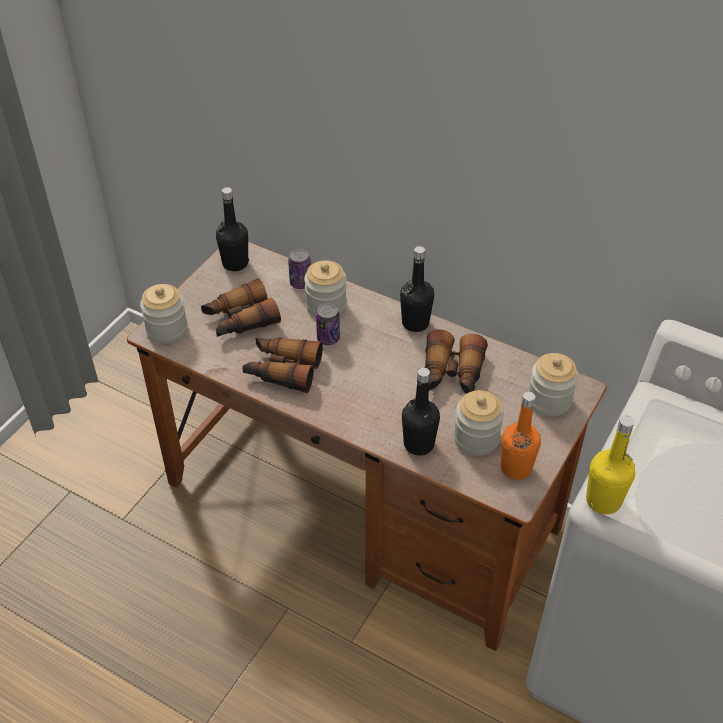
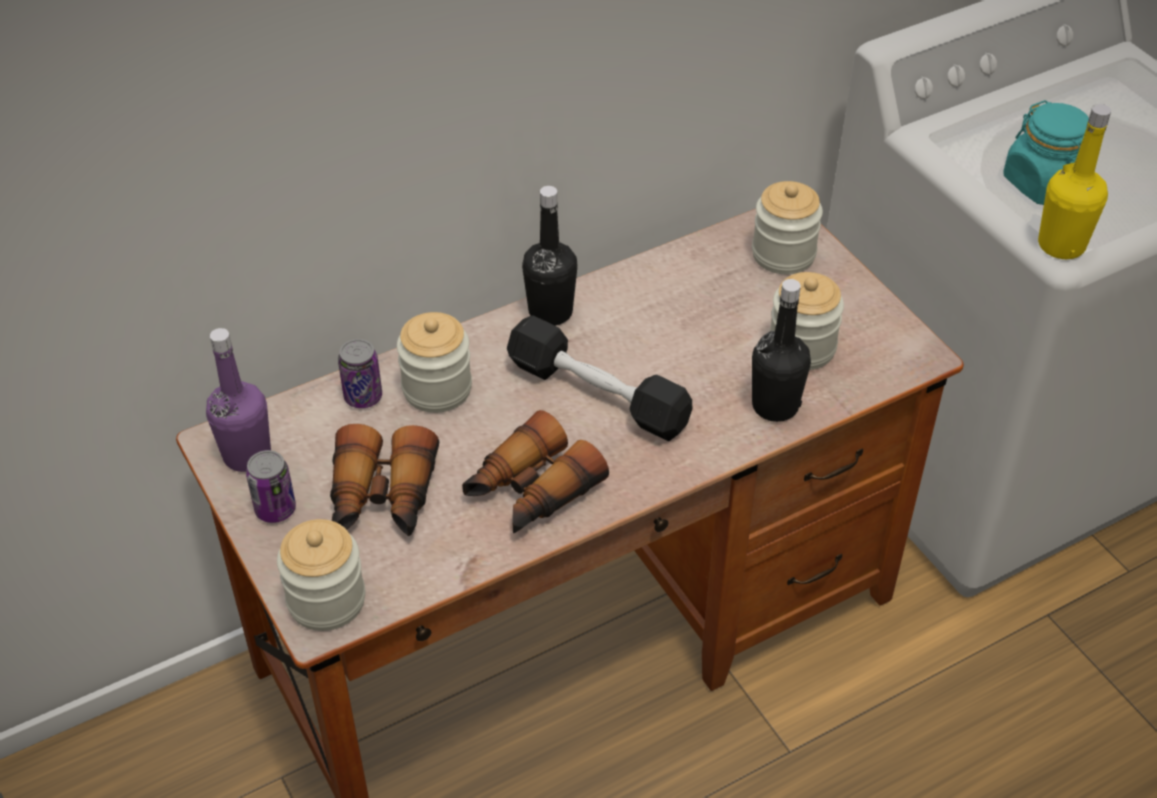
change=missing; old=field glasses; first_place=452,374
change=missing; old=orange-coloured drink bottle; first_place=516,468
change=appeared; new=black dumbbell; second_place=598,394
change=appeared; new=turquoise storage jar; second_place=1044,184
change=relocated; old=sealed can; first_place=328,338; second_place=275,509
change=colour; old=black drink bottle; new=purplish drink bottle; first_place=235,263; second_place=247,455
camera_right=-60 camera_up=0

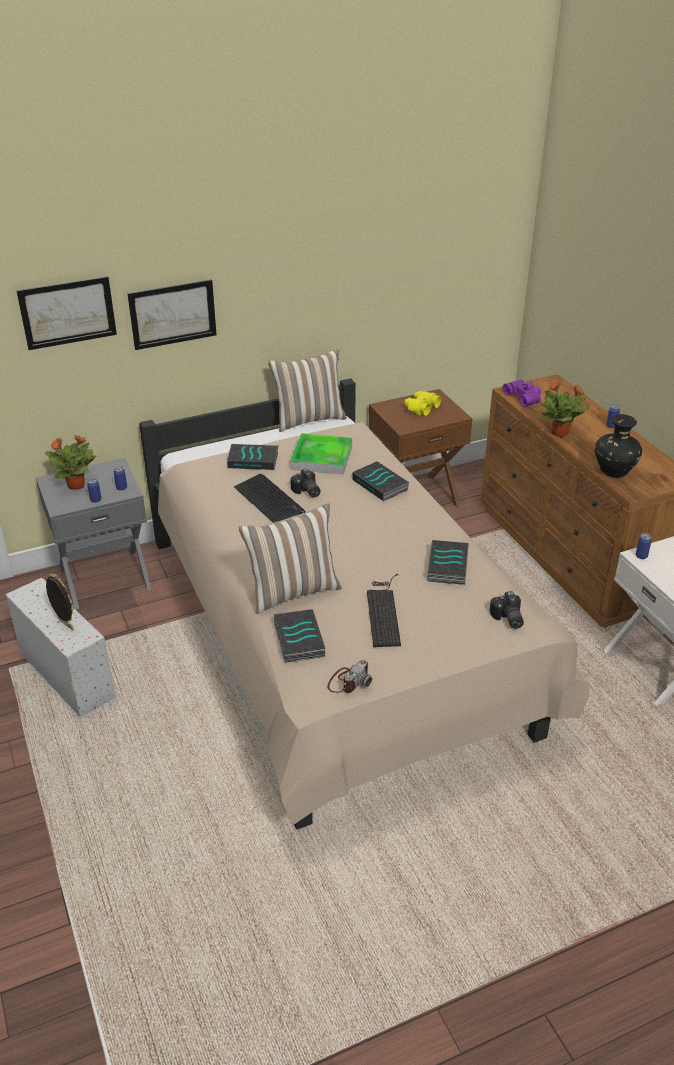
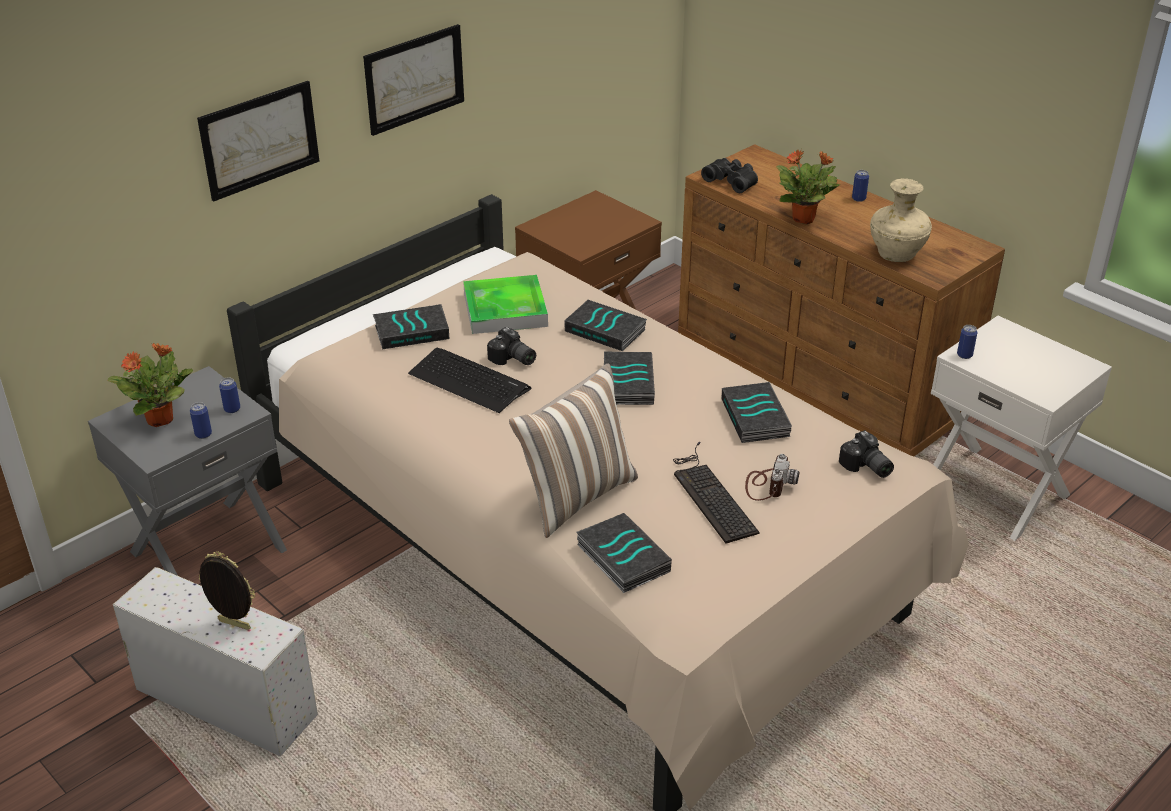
change=missing; old=cushion; first_place=308,419
change=missing; old=yellow field glasses; first_place=421,408
change=appeared; new=book; second_place=626,383
change=relocated; old=wall picture; first_place=67,312; second_place=414,79
change=relocated; old=still camera; first_place=348,681; second_place=767,485
change=colour; old=purplish field glasses; new=black field glasses; first_place=524,397; second_place=732,181
change=colour; old=black vase; new=sand-coloured vase; first_place=613,471; second_place=895,255
camera_right=-20 camera_up=0

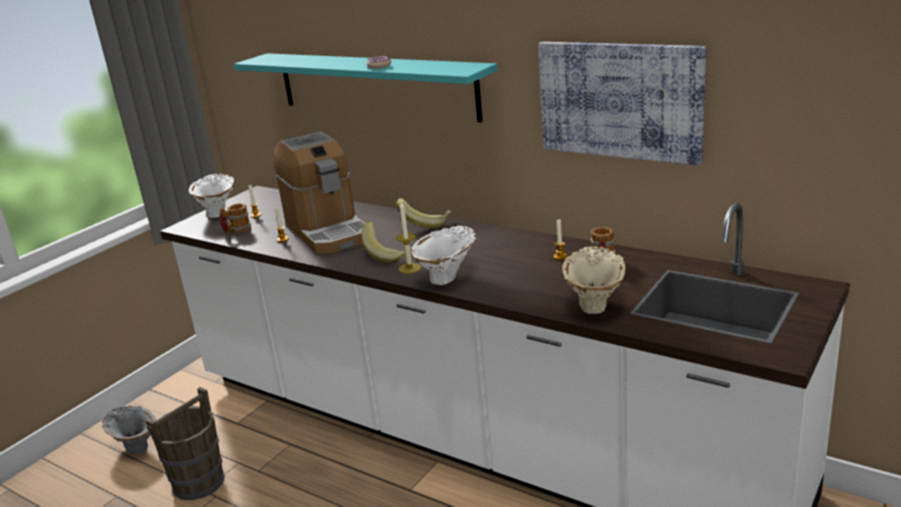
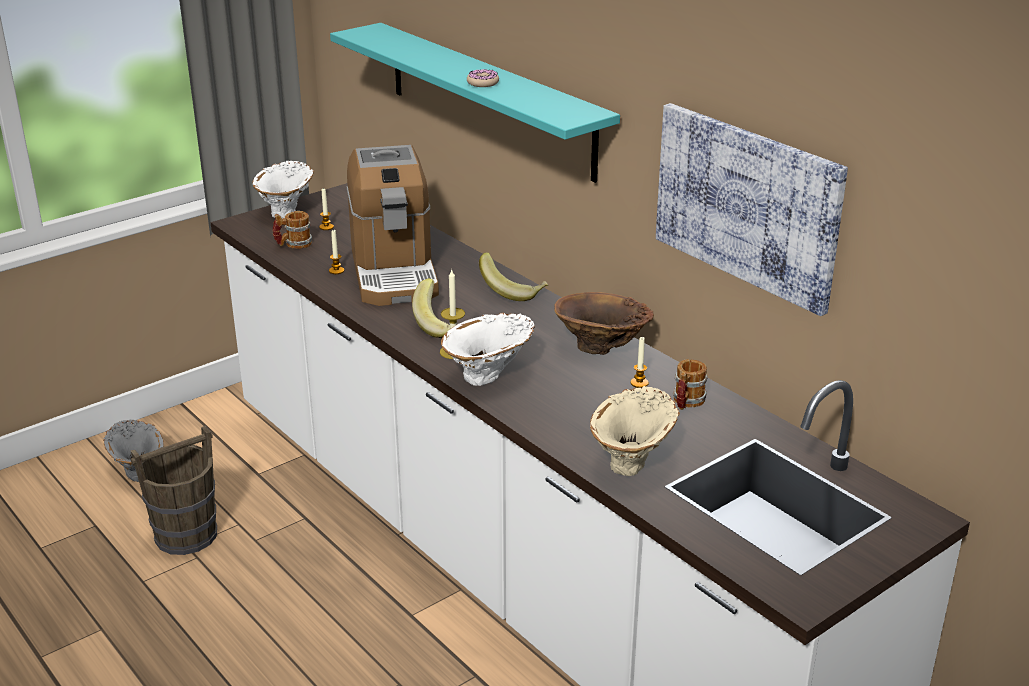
change=appeared; new=brown vase; second_place=601,350
camera_right=15 camera_up=5

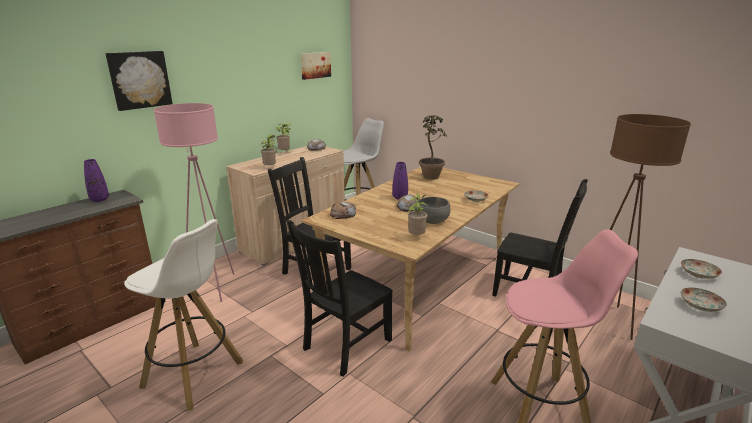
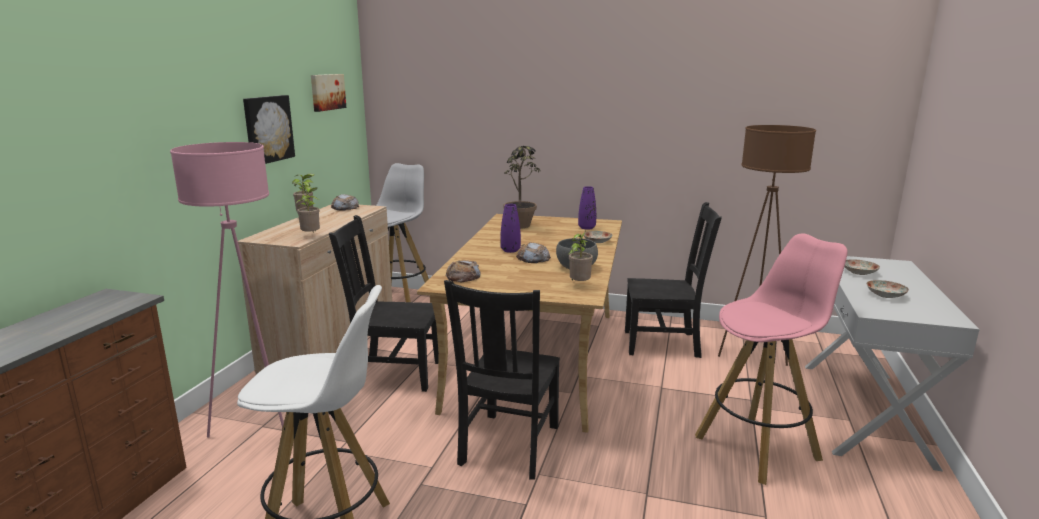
change=relocated; old=purplish vase; first_place=99,199; second_place=586,228
change=relocated; old=wall picture; first_place=139,80; second_place=267,129
camera_right=-25 camera_up=-5

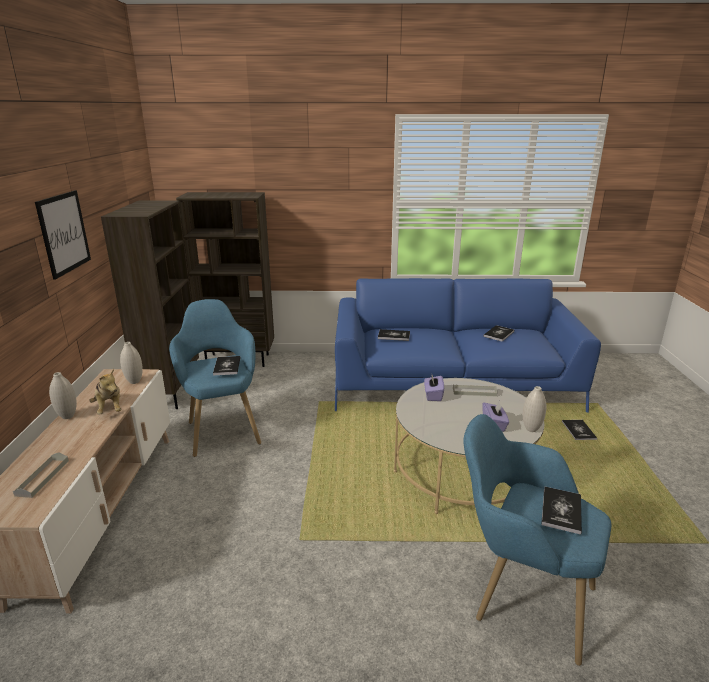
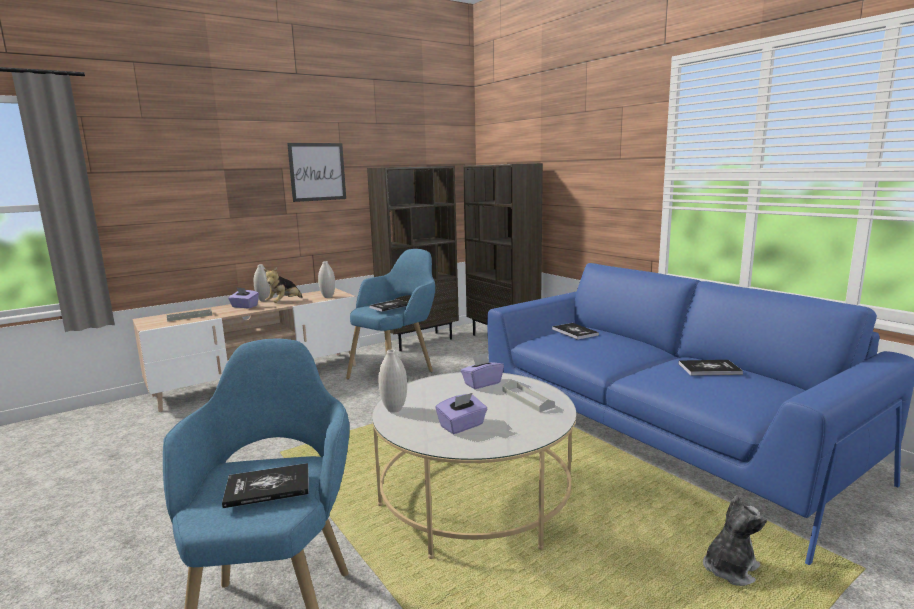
change=appeared; new=purplish tissue holder; second_place=244,306
change=relocated; old=white-coloured vase; first_place=531,429; second_place=394,409
change=exchanged; old=book; new=soft toy; first_place=578,431; second_place=729,569
camera_right=55 camera_up=-10

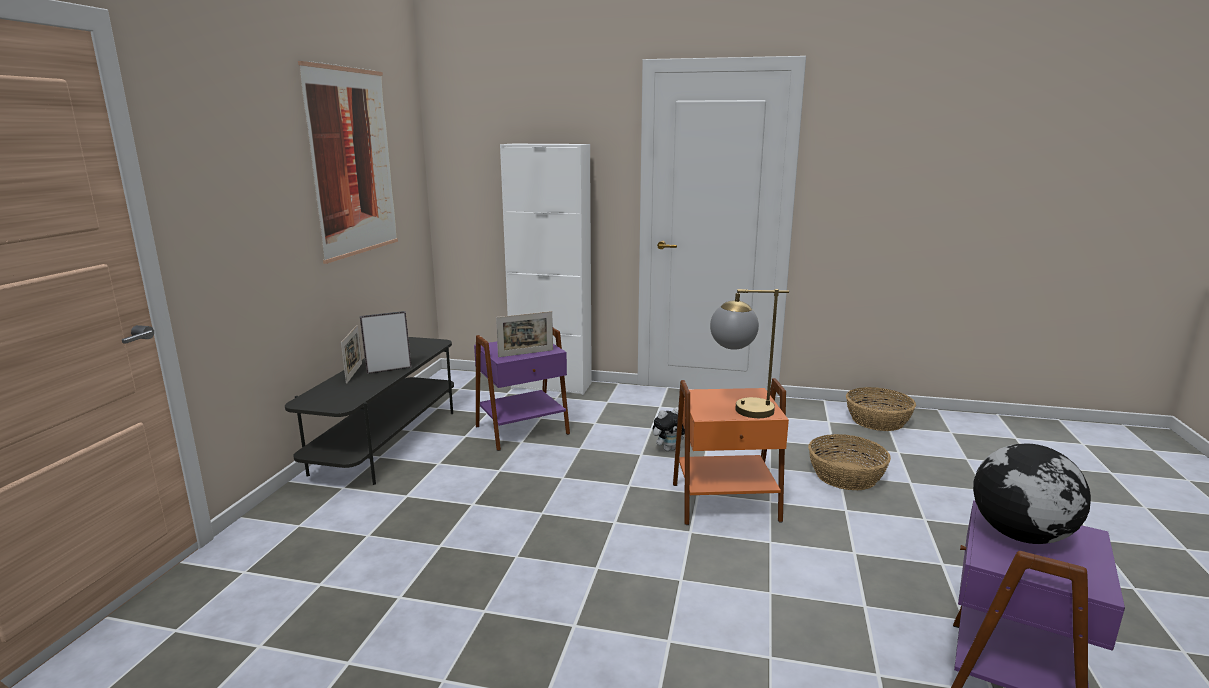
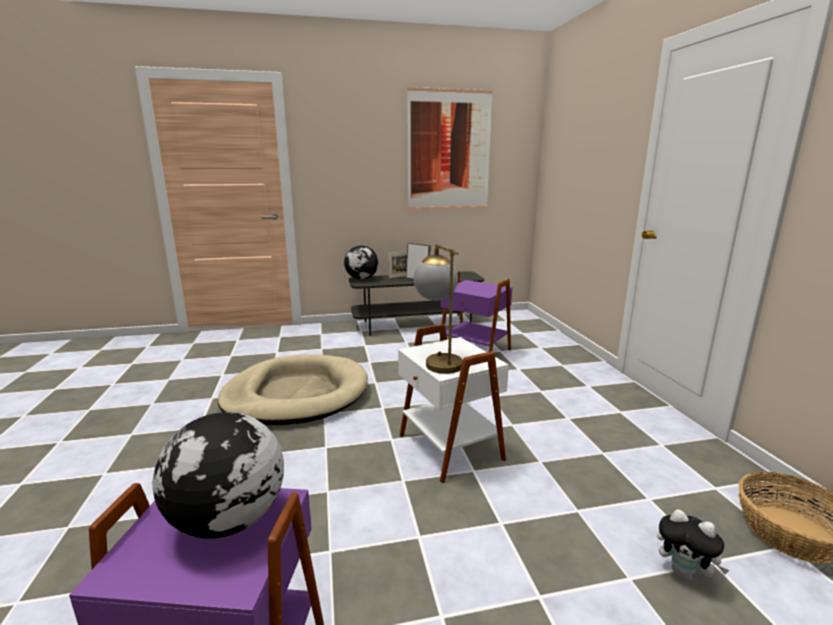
change=missing; old=photo frame; first_place=526,353
change=missing; old=white-coloured cupboard; first_place=551,385
change=missing; old=storage basket; first_place=846,476
change=appeared; new=sand-coloured dog bed; second_place=296,395
change=appeared; new=world globe; second_place=362,279
change=relocated; old=soft toy; first_place=669,449; second_place=684,573
change=colour; old=orange-coloured accent table; new=white-coloured accent table; first_place=726,503; second_place=448,448
camera_right=65 camera_up=0

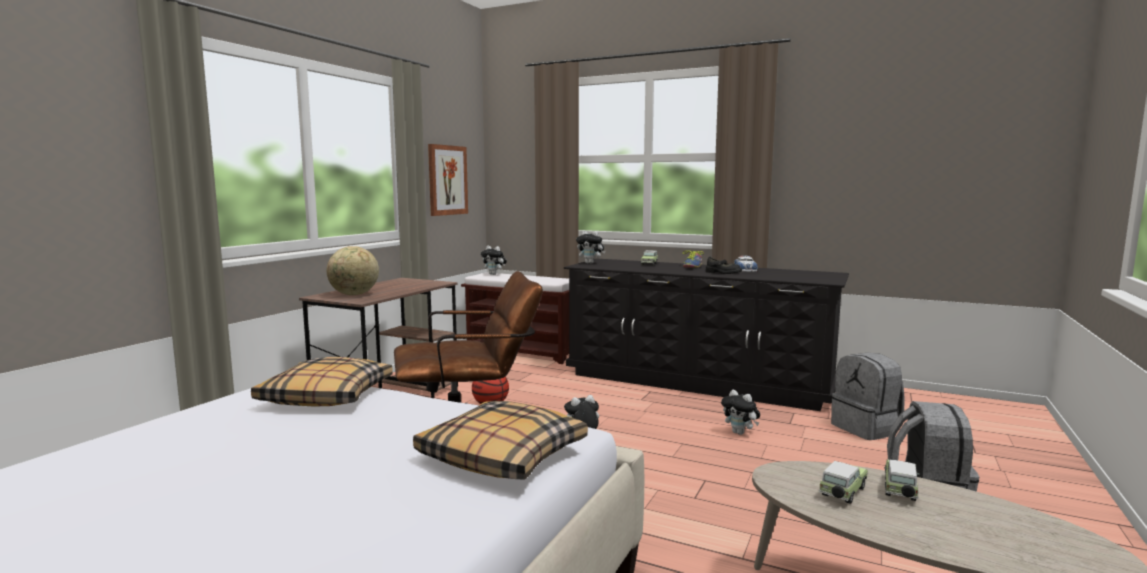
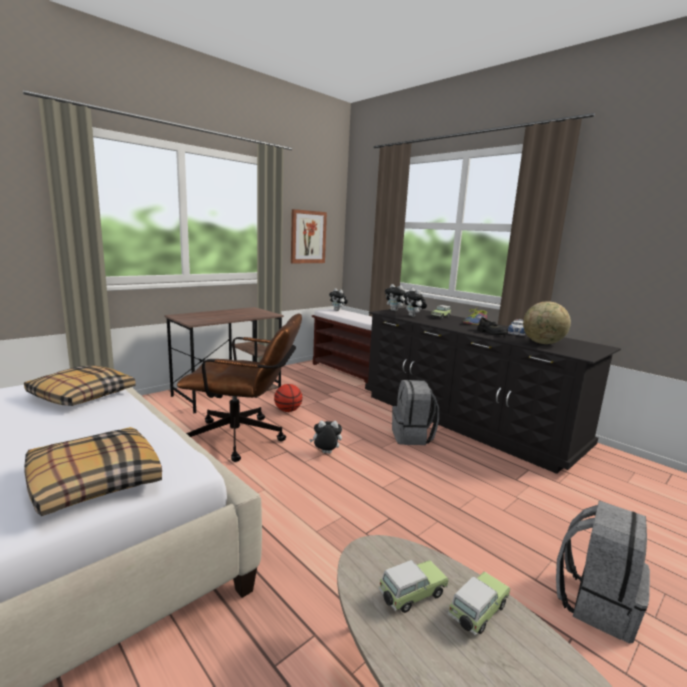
change=relocated; old=world globe; first_place=354,295; second_place=543,343
change=relocated; old=soft toy; first_place=740,433; second_place=413,316
change=relocated; old=gray backpack; first_place=866,429; second_place=412,436
camera_right=20 camera_up=5

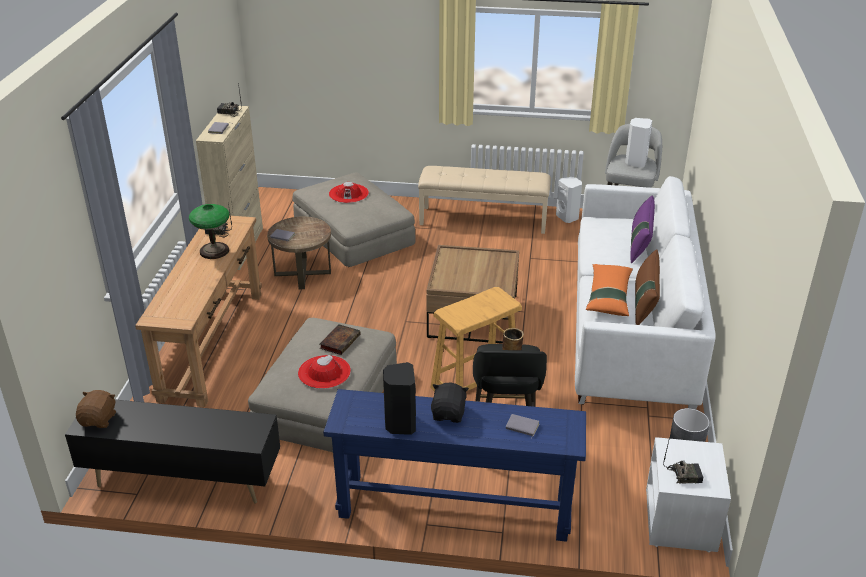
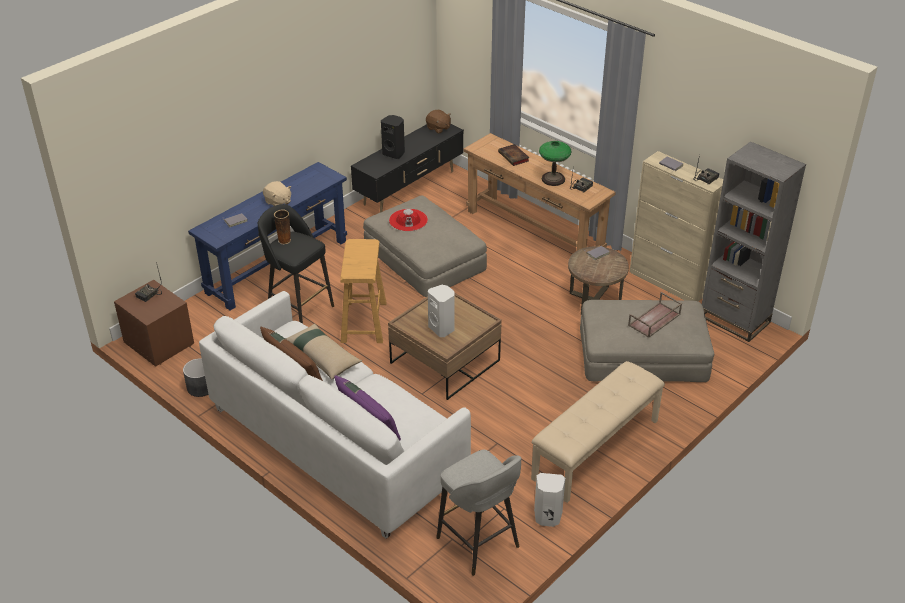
change=appeared; new=gray bookshelf; second_place=734,319
change=relocated; old=book; first_place=340,341; second_place=514,157
change=relocated; old=black loudspeaker; first_place=400,424; second_place=394,153
change=relocated; old=white-coloured loudspeaker; first_place=635,162; second_place=442,328
change=exchanged; old=red hat; new=brown tray; first_place=348,193; second_place=654,320
change=colour; old=black soft toy; new=sand-coloured soft toy; first_place=449,414; second_place=278,202
change=colour; old=orange-coloured cushion; new=sand-coloured cushion; first_place=608,296; second_place=323,356
change=colour; old=white-coloured bedside table; new=brown bedside table; first_place=681,521; second_place=158,343
camera_right=125 camera_up=5

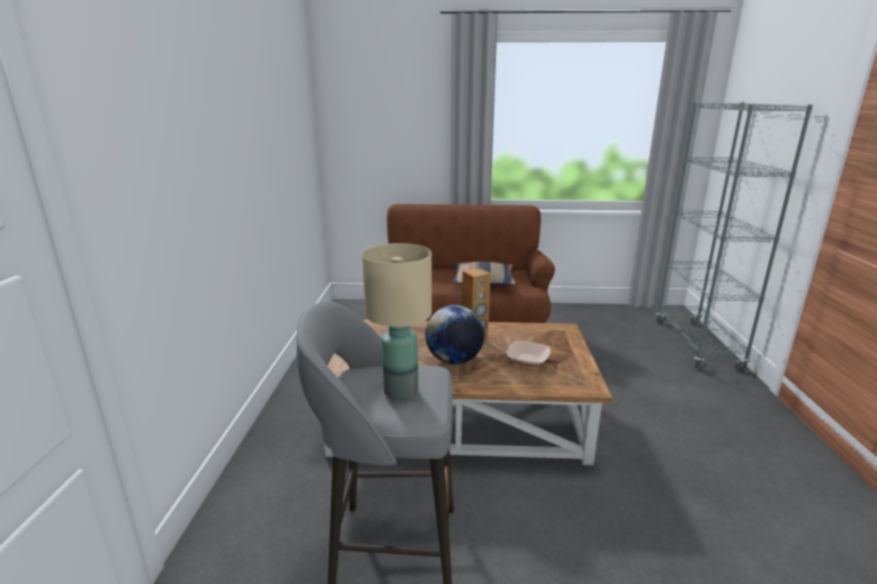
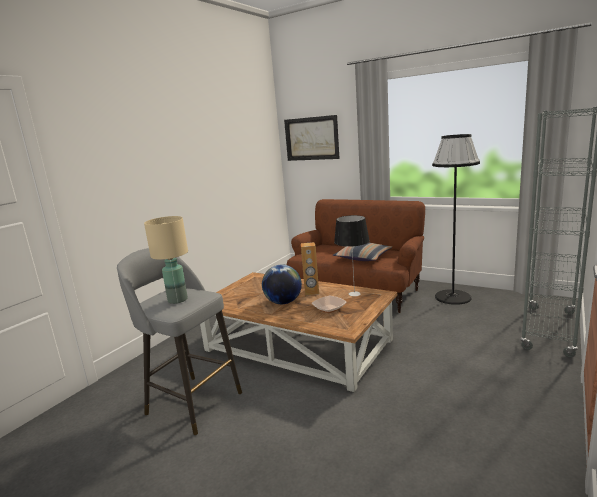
change=appeared; new=wall picture; second_place=311,138
change=appeared; new=lamp for a table; second_place=354,294
change=appeared; new=black floor lamp; second_place=453,297
camera_right=30 camera_up=-5

